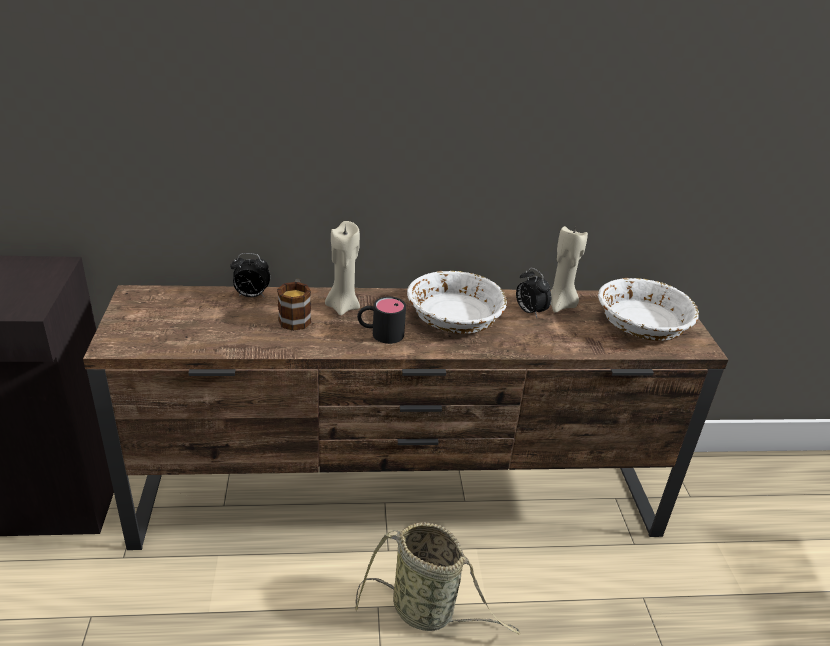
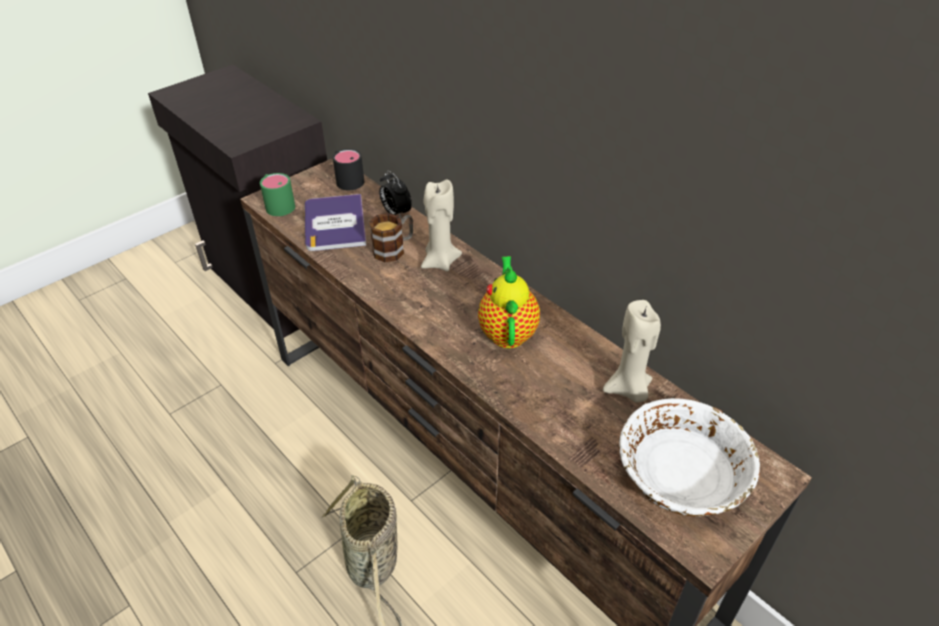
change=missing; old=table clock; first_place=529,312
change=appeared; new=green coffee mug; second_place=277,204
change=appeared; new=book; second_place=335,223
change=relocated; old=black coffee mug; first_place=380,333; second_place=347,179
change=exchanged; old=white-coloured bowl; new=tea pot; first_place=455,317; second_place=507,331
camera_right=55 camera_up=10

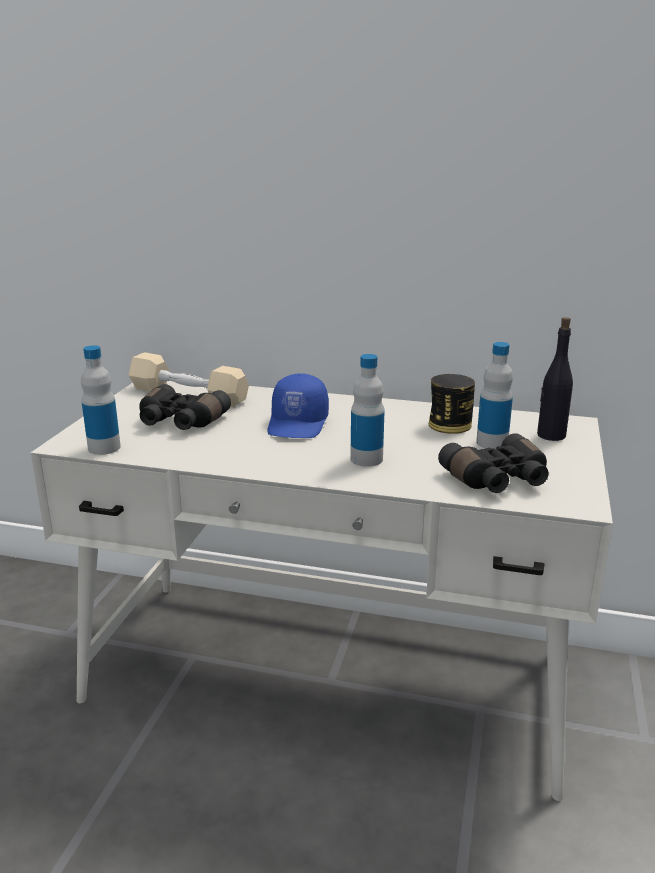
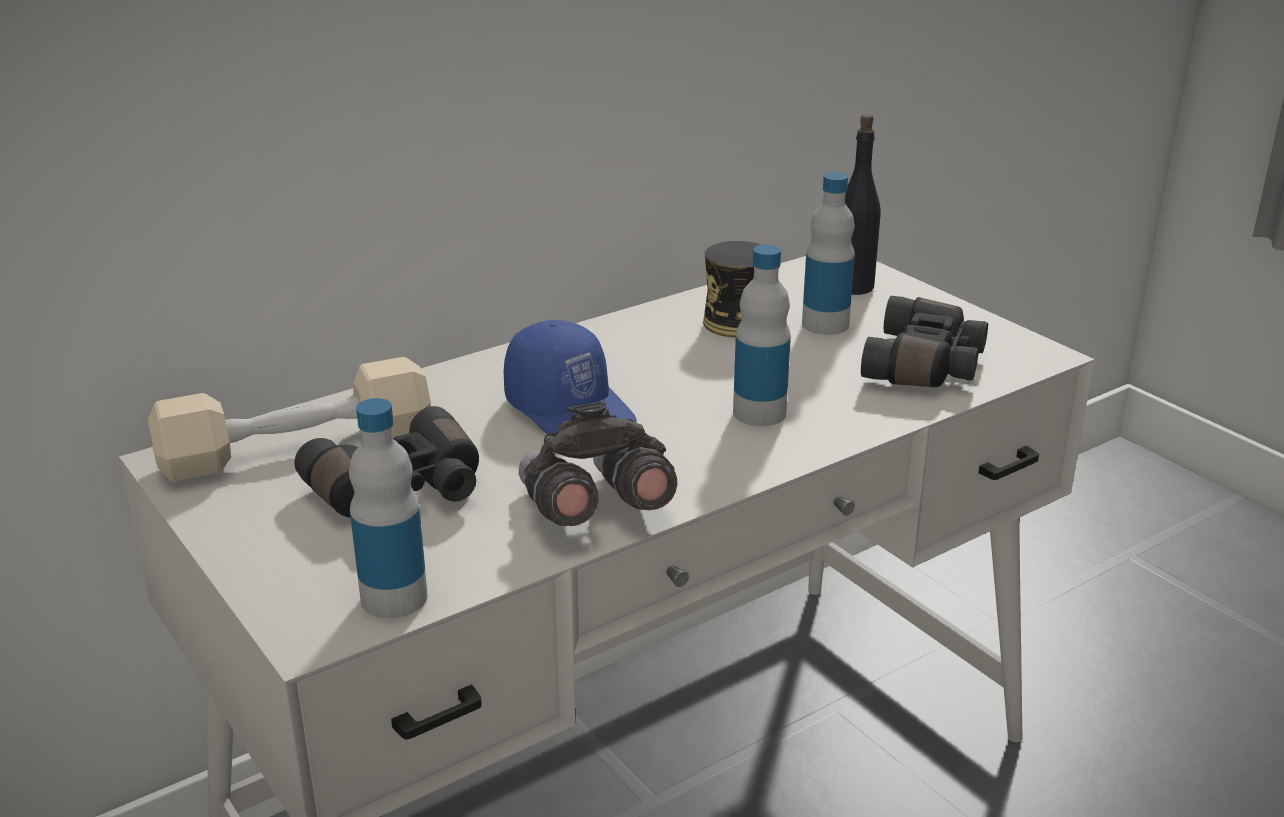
change=appeared; new=gray field glasses; second_place=592,510
camera_right=-50 camera_up=5

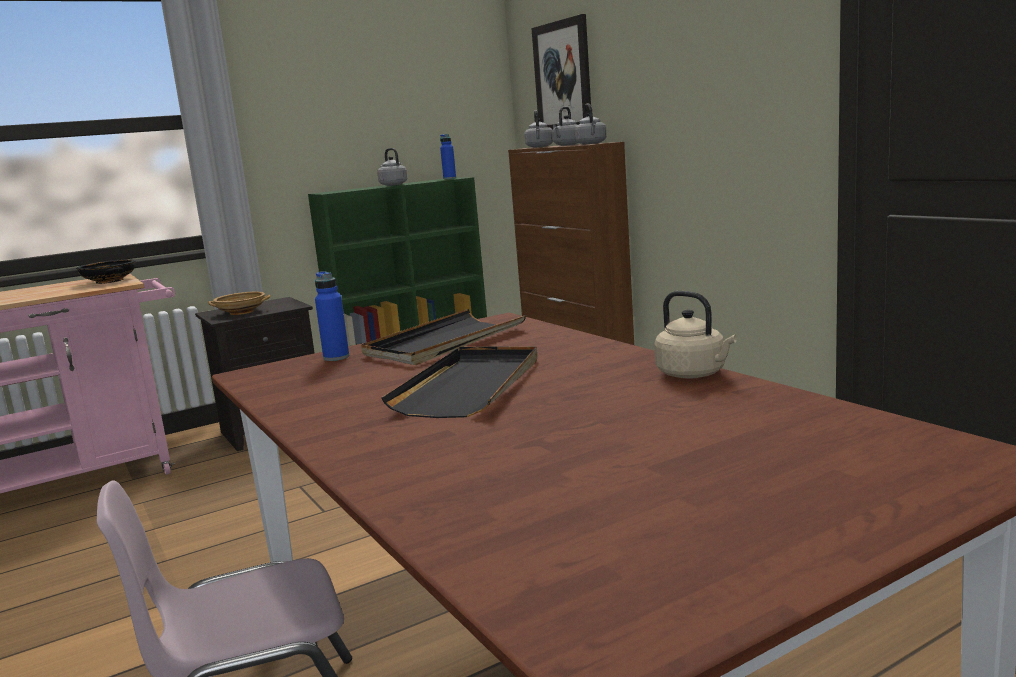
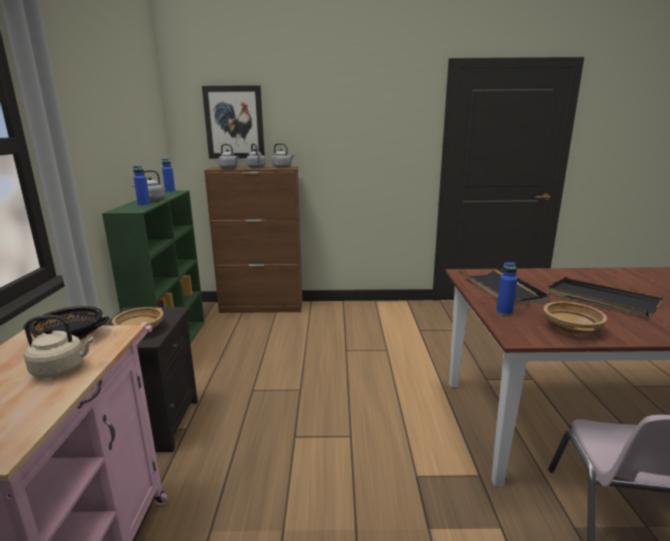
change=appeared; new=blue drink bottle; second_place=144,205
change=appeared; new=sand-coloured bowl; second_place=572,329
change=relocated; old=sand-coloured kettle; first_place=694,374; second_place=62,369
camera_right=-60 camera_up=5

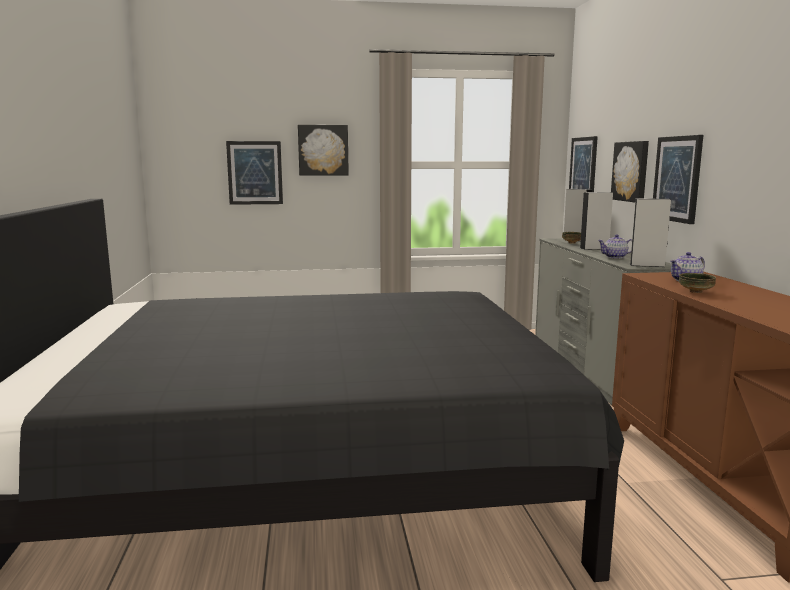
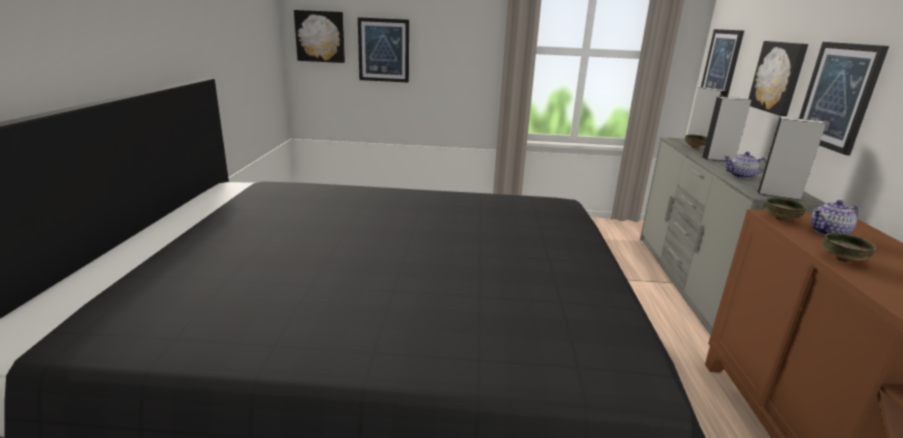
change=appeared; new=bowl; second_place=781,219
change=relocated; old=wall picture; first_place=323,150; second_place=320,36
camera_right=10 camera_up=10

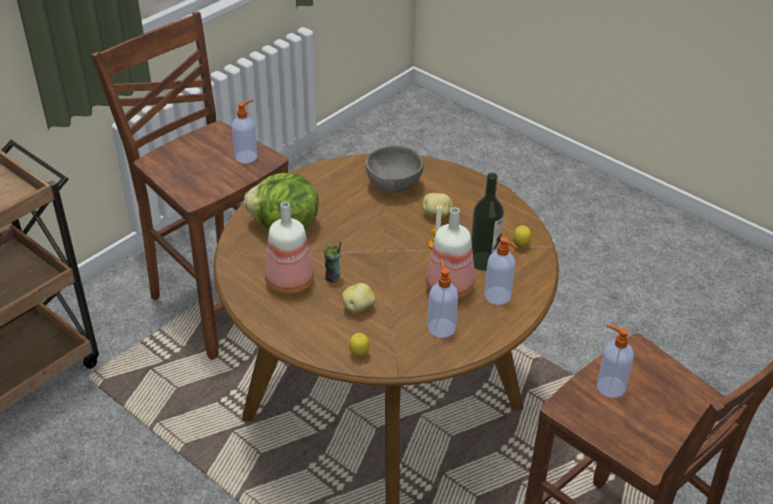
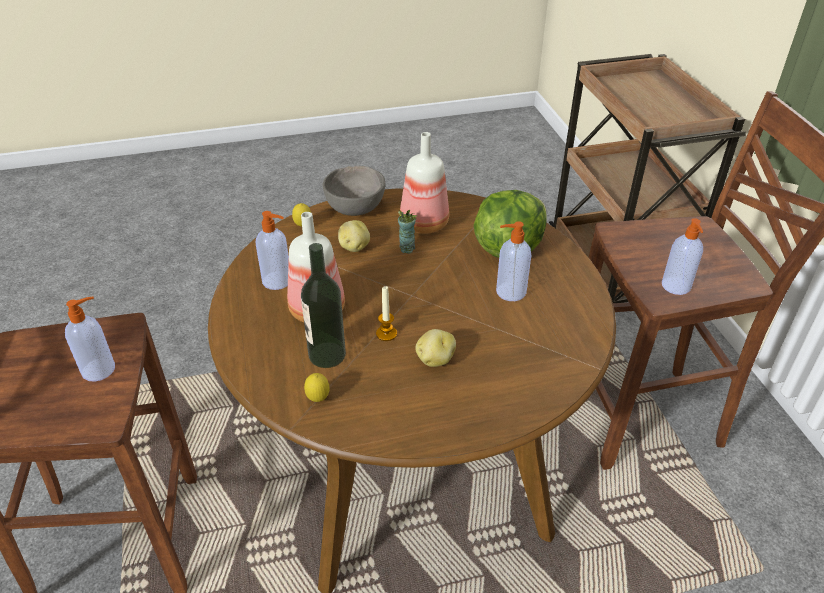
change=relocated; old=gray bowl; first_place=392,185; second_place=356,209
change=relocated; old=soap dispenser; first_place=498,296; second_place=509,292
camera_right=125 camera_up=0

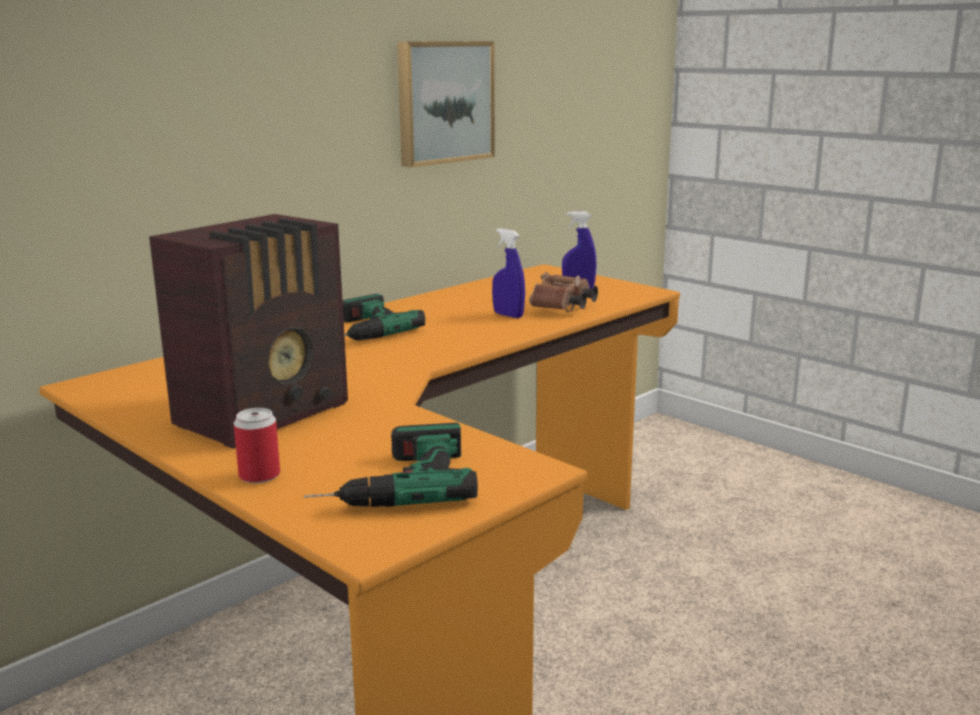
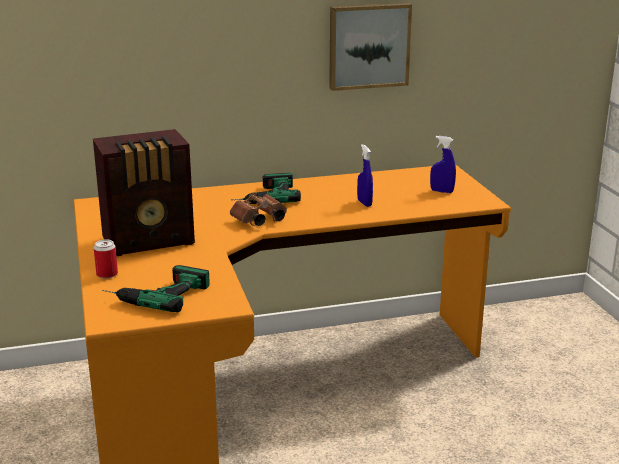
change=relocated; old=brown field glasses; first_place=563,308; second_place=258,221
camera_right=30 camera_up=5

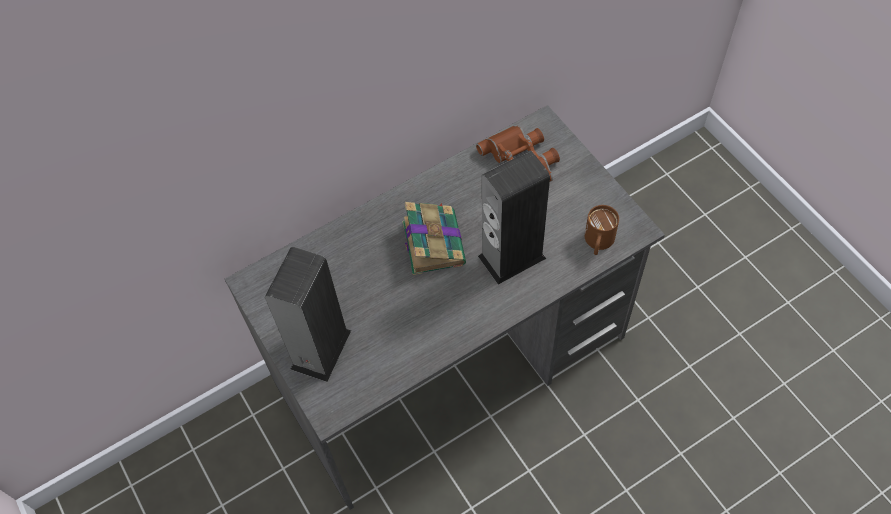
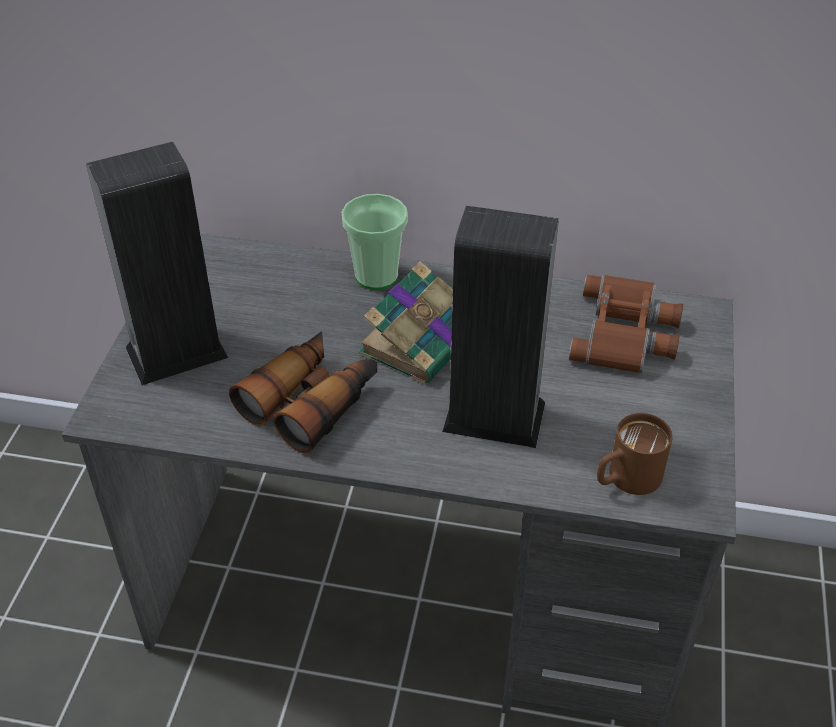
change=appeared; new=field glasses; second_place=312,401
change=appeared; new=cup; second_place=376,276
camera_right=40 camera_up=-15

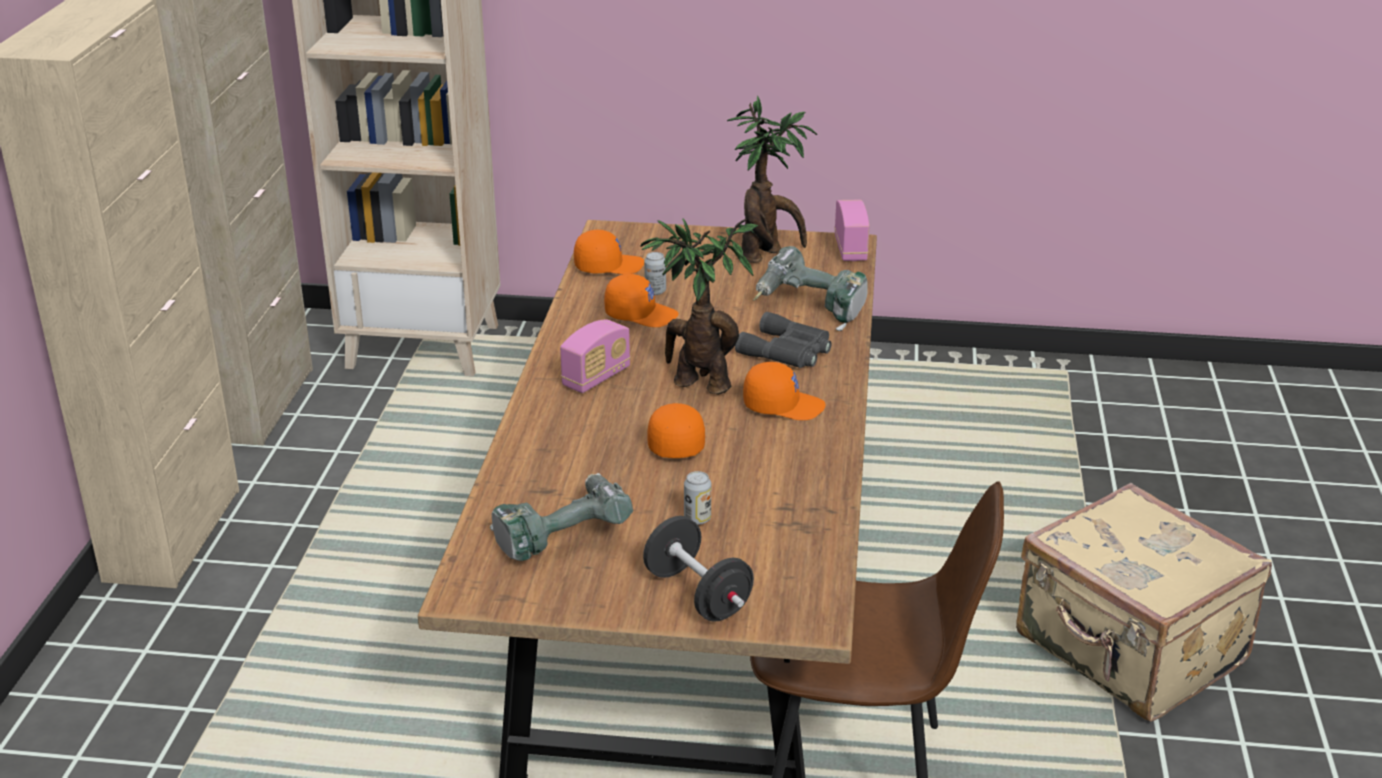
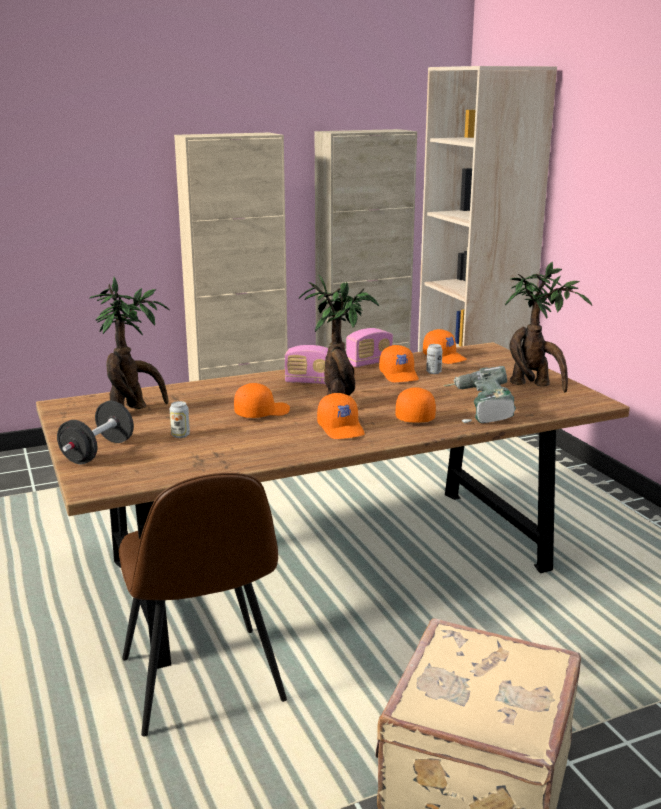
change=relocated; old=radio set; first_place=850,249; second_place=369,363
change=exchanged; old=electric drill; new=plant in a pot; first_place=560,534; second_place=133,410
change=exchanged; old=gray field glasses; new=orange-coloured peaked cap; first_place=787,351; second_place=413,416
camera_right=60 camera_up=-10

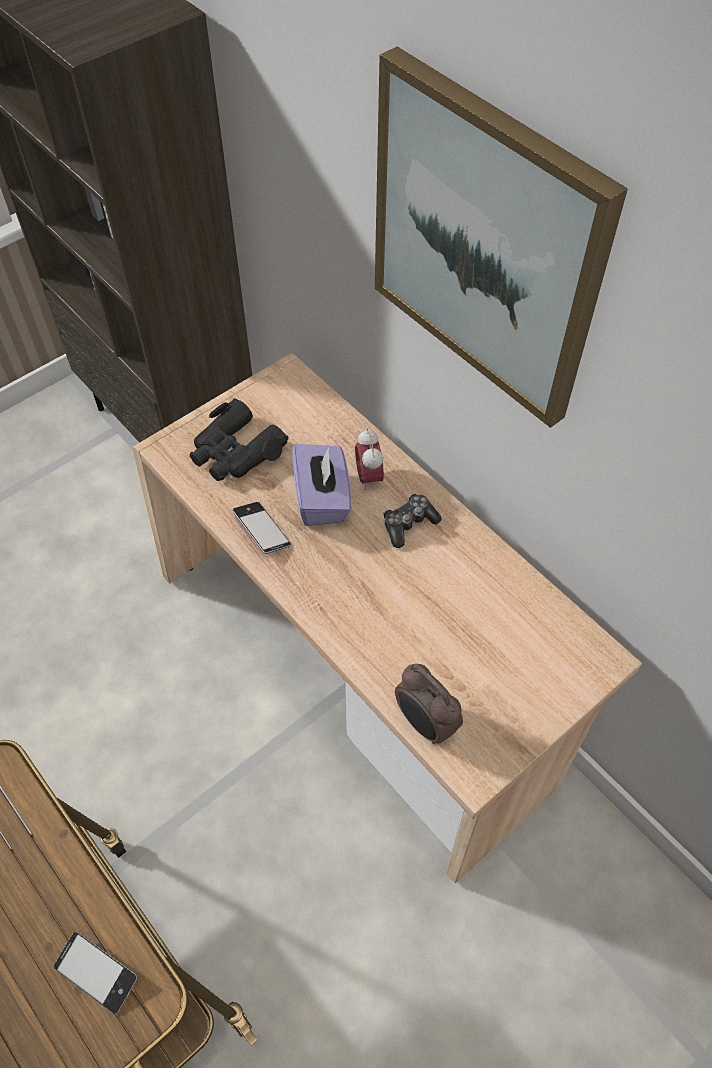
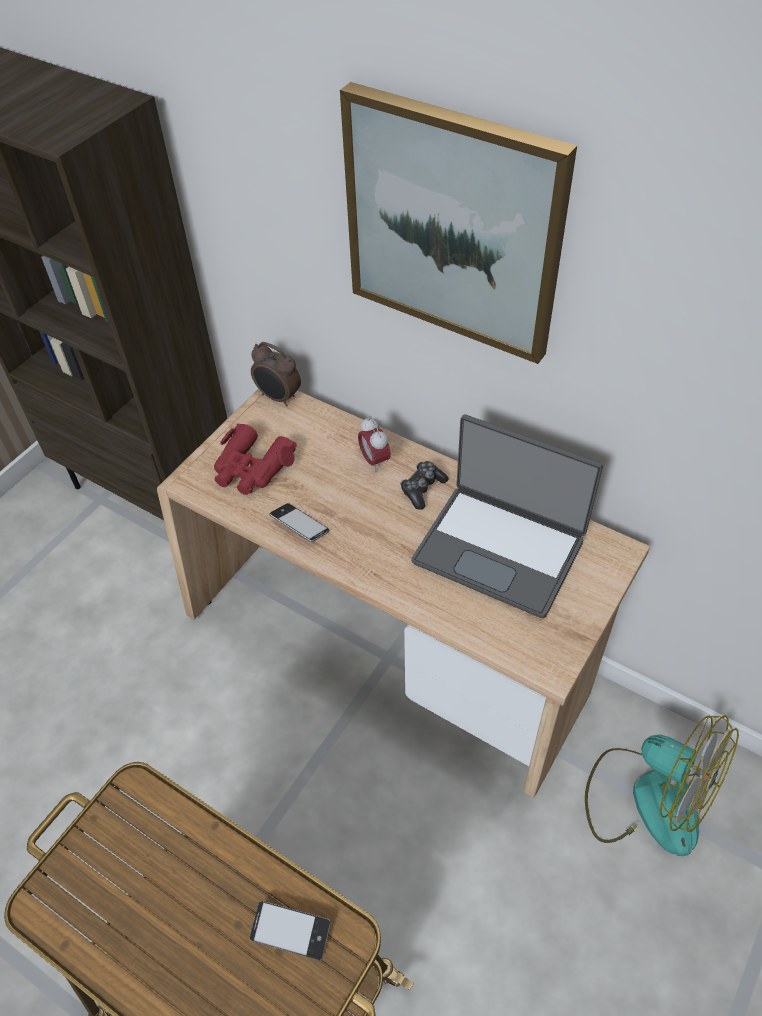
change=missing; old=purplish tissue holder; first_place=322,499
change=appeared; new=notebook computer; second_place=500,549
change=appeared; new=electric fan; second_place=648,798
change=relocated; old=table clock; first_place=424,724; second_place=278,398
change=colour; old=black field glasses; new=red field glasses; first_place=235,451; second_place=252,468
camera_right=-15 camera_up=-5

